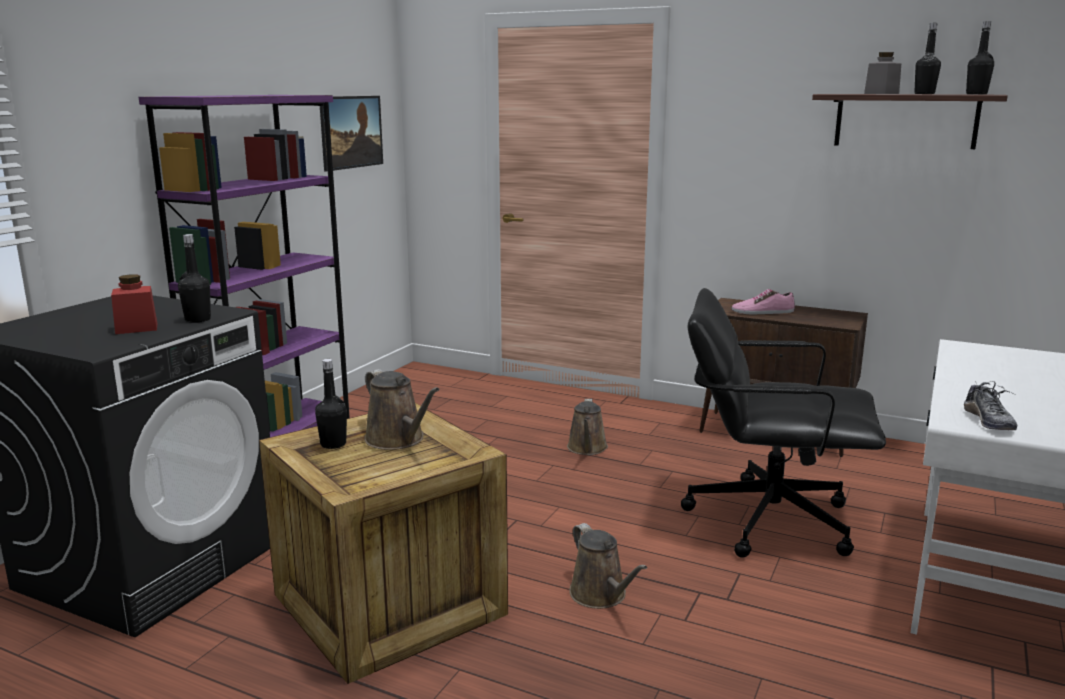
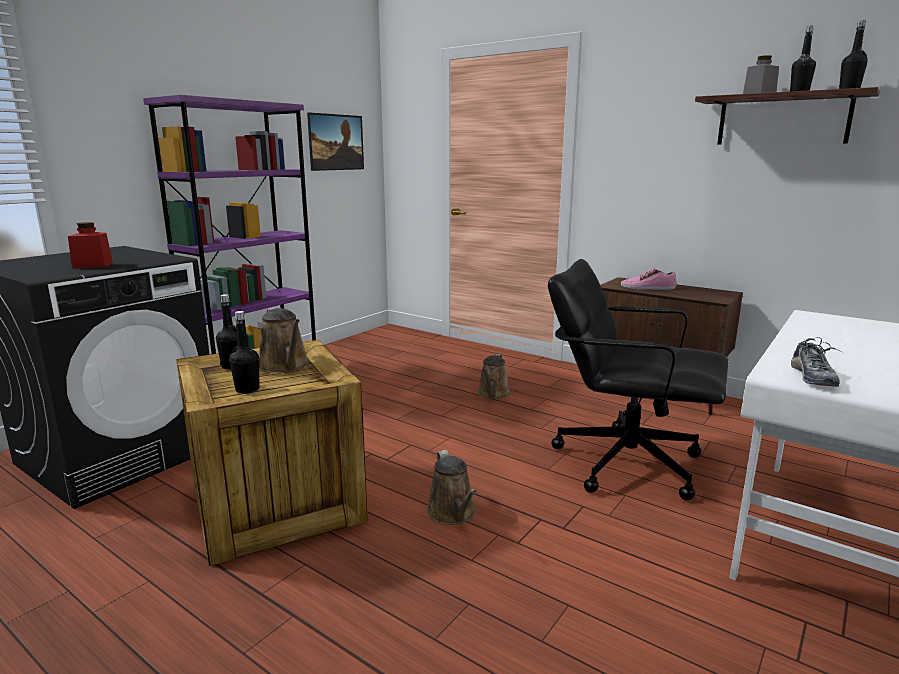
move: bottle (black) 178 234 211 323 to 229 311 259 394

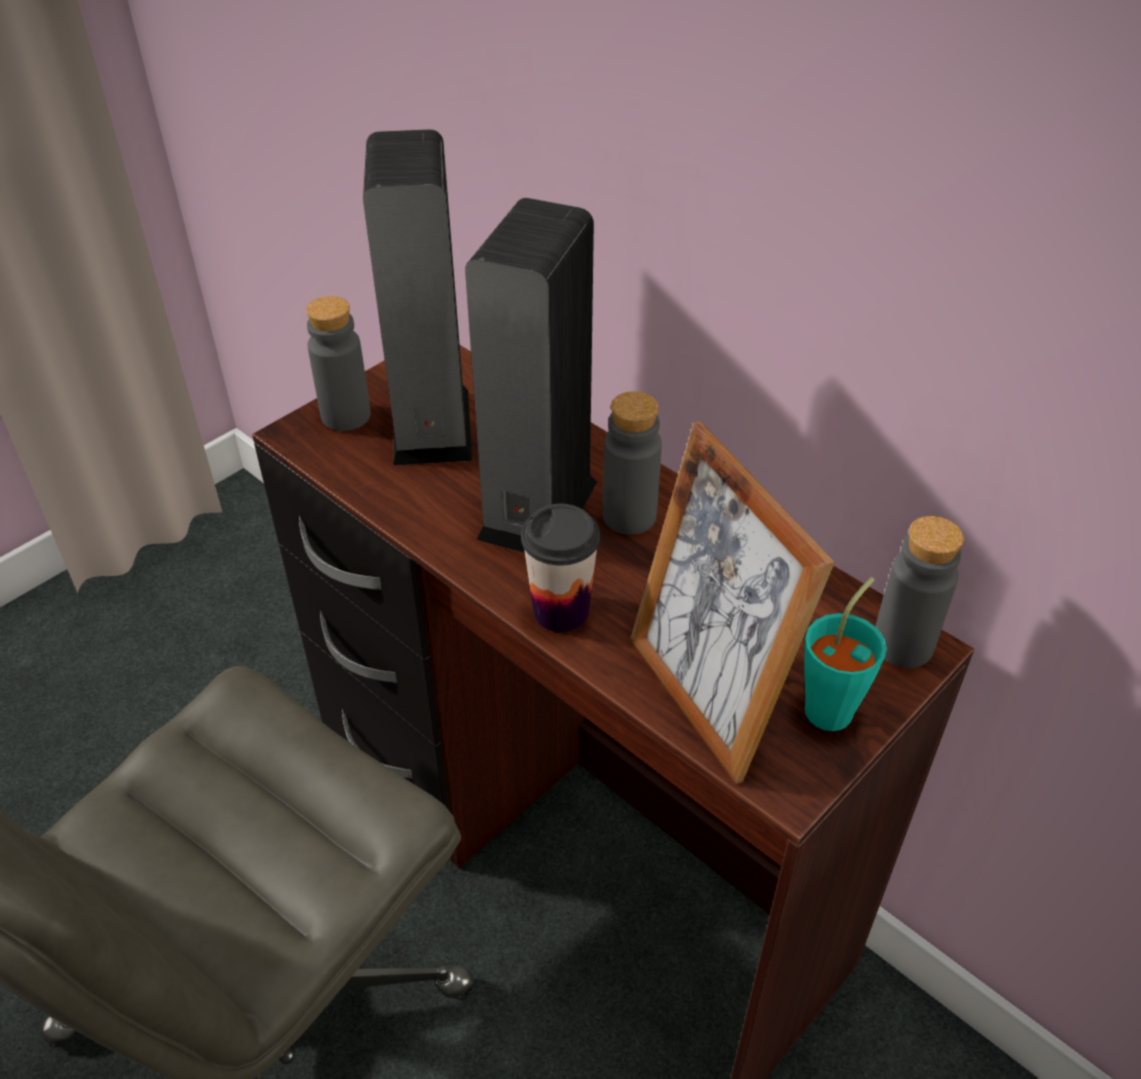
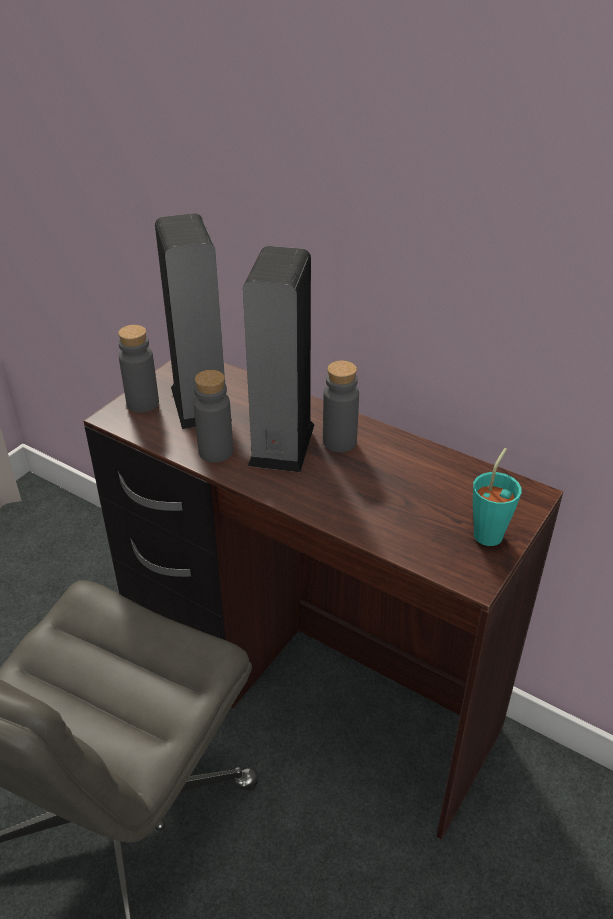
delete: cup 521 504 600 632; picture frame 630 421 835 784
move: bottle (grey) 875 516 964 668 to 194 370 233 463

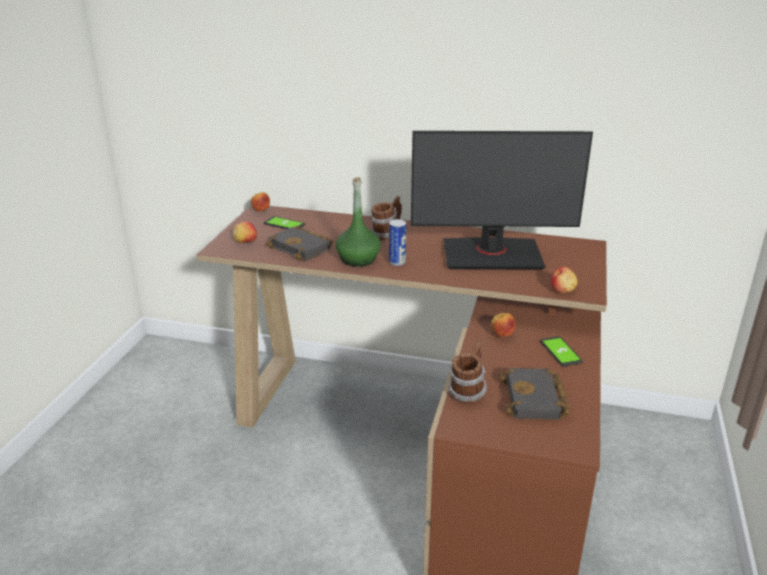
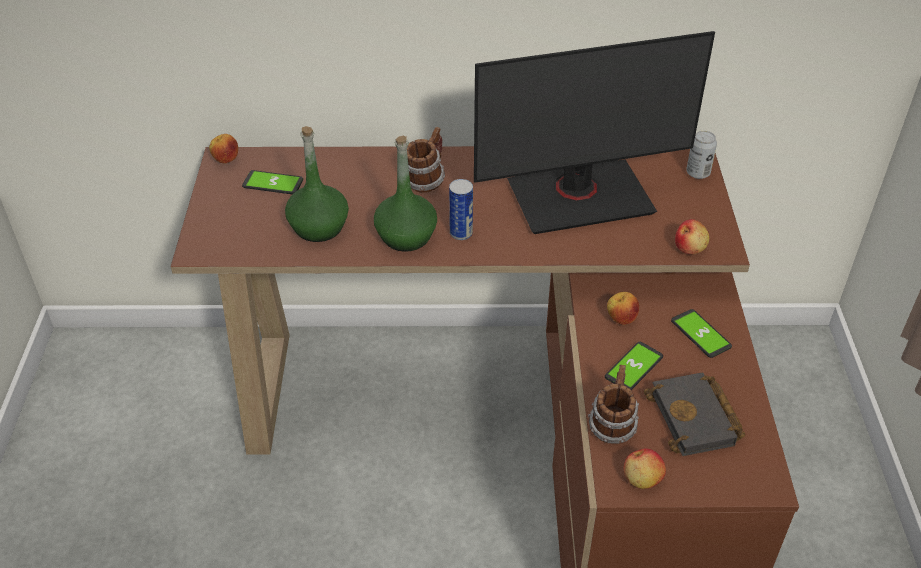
insert: phone 605 342 663 390; can 686 131 717 179
move: apple 233 221 257 243 to 623 448 666 489
replace: book (black) 266 225 333 261 to bottle (green) 285 126 349 242

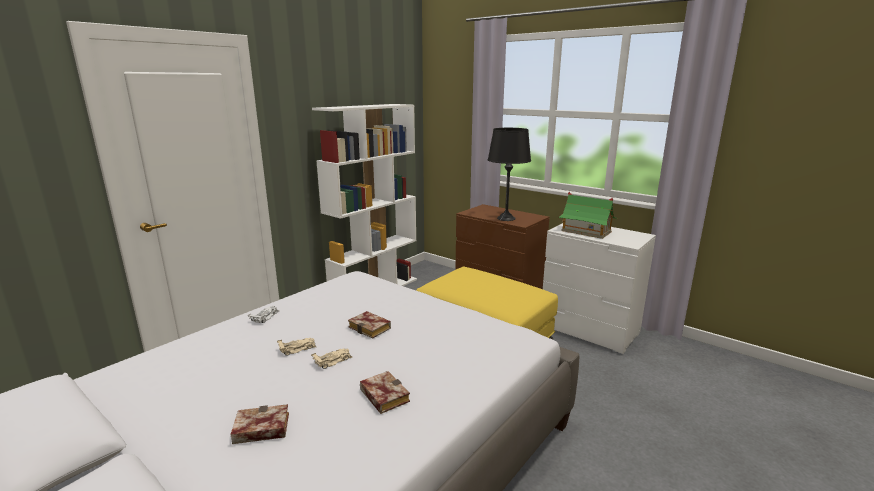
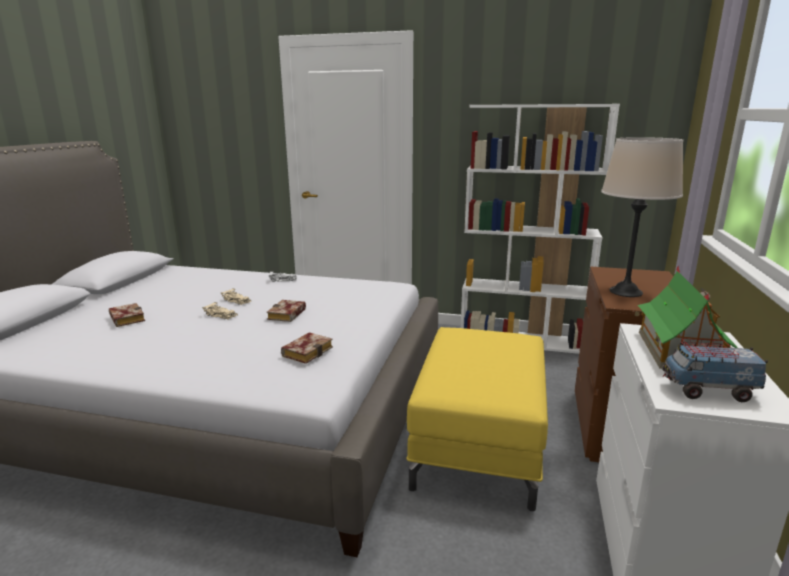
insert: toy truck 662 338 768 402
move: book 360 371 410 414 to 281 332 333 364
recolor: table lamp (black) 488 128 531 221 to table lamp (beige) 601 137 684 297

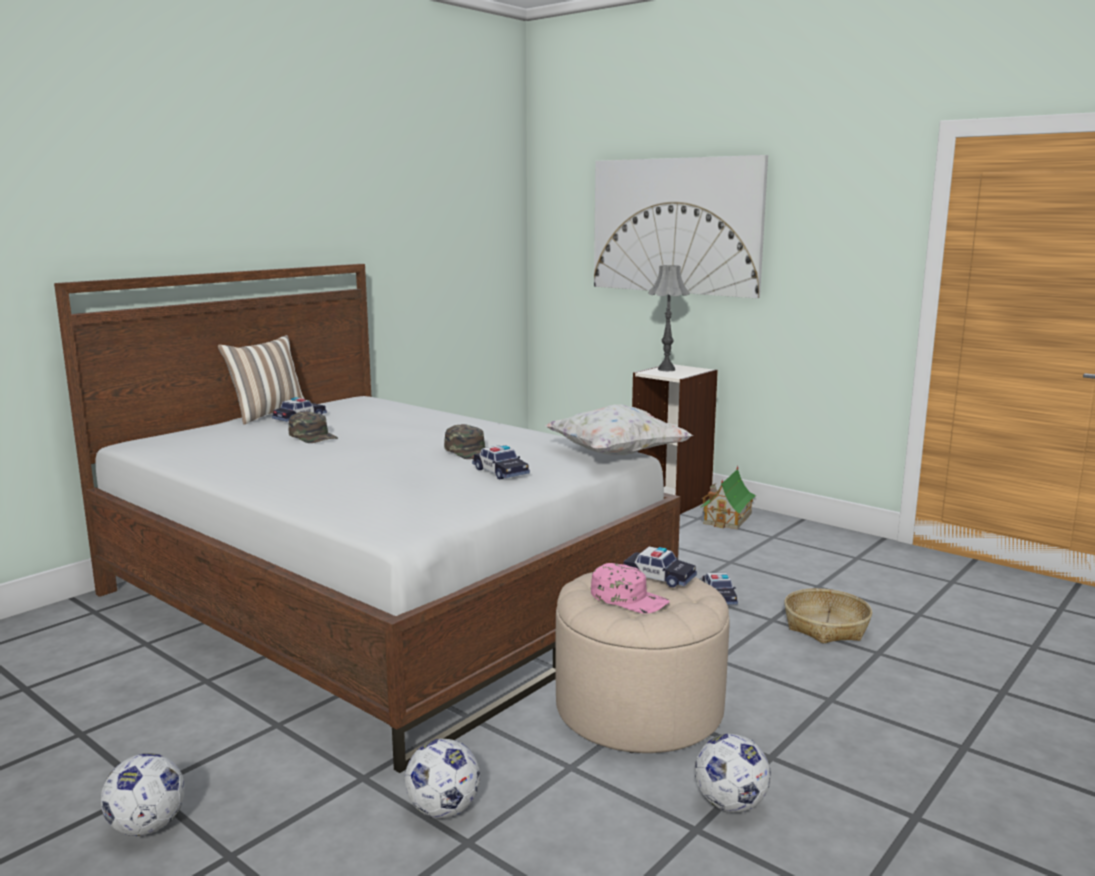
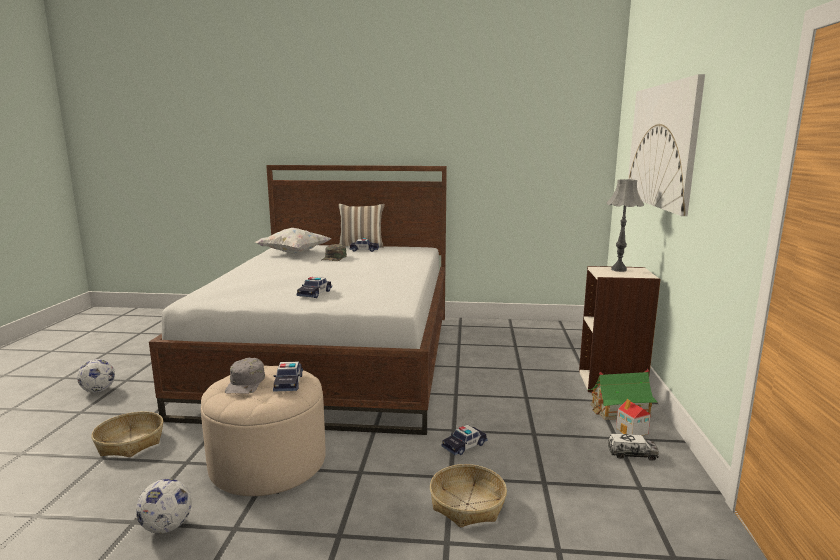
delete: cap (green) 444 424 485 459
insert: toy truck 608 434 659 461; toy house 616 399 651 436
move: pillow (white) 545 404 693 455 to 255 228 331 254
replace: football 405 739 480 818 to basket 91 412 163 457
recolor: cap (pink) 591 563 670 614 to cap (grey) 224 358 265 394

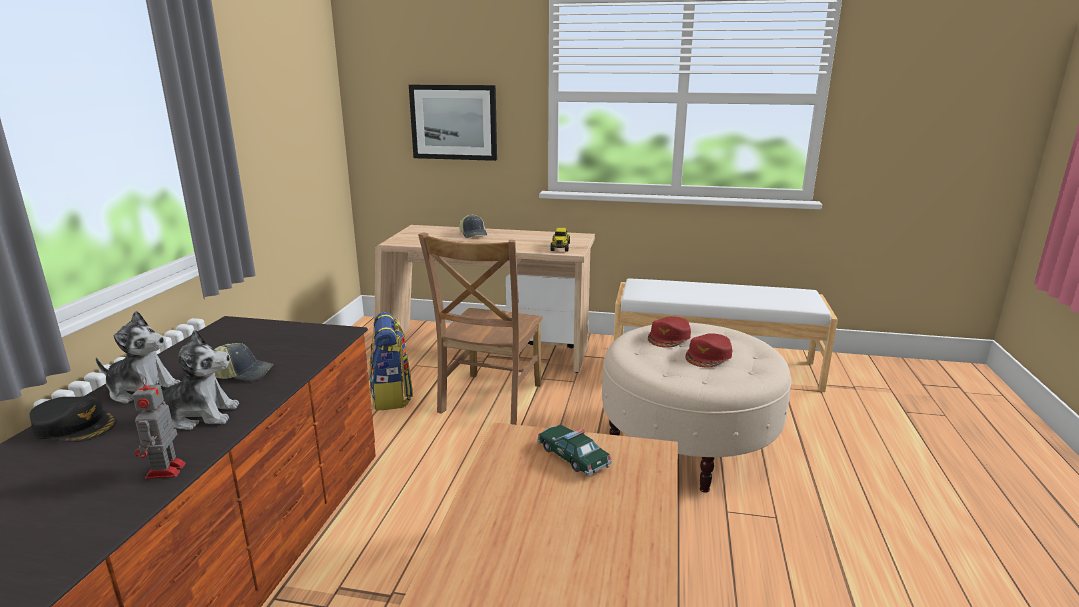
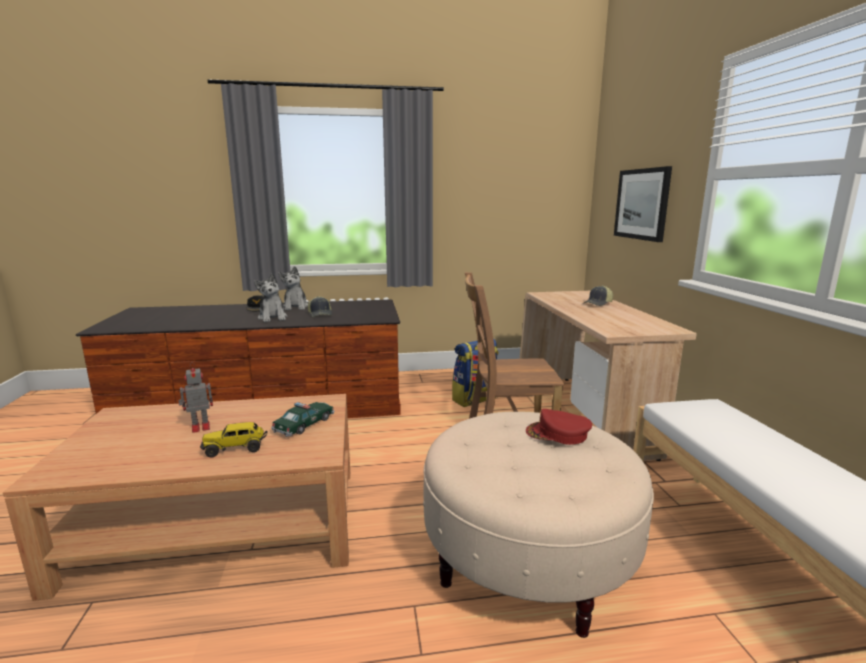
delete: cap (red) 685 333 732 368
move: toy robot 133 376 186 479 to 178 362 213 433; toy truck 551 228 570 251 to 200 422 267 457

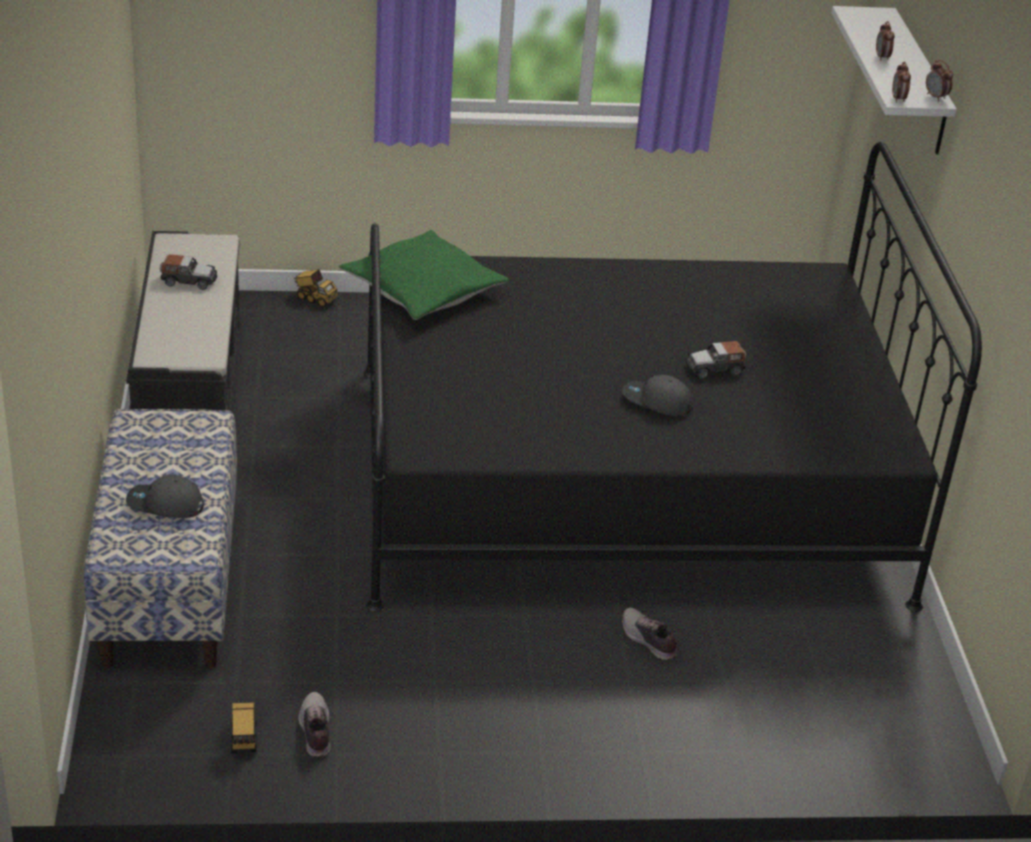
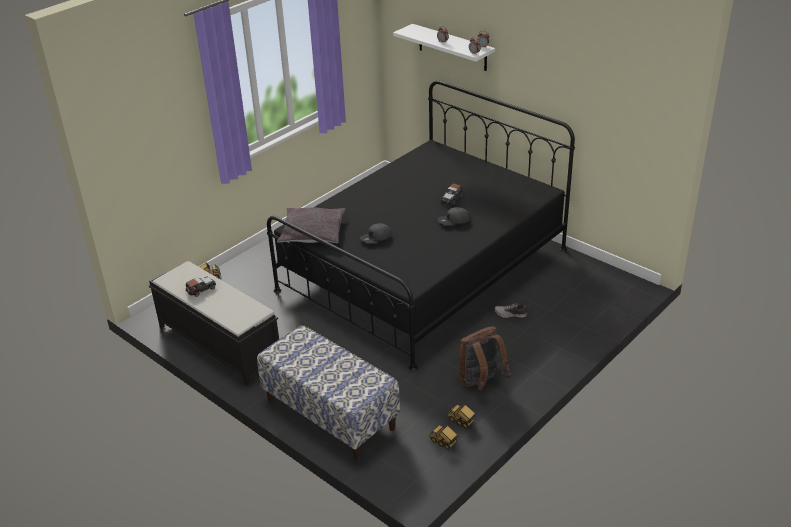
insert: backpack (brown) 459 326 511 391
move: cap (grey) 126 475 204 518 to 360 223 392 243
replace: shoe 298 692 330 757 to toy truck 448 404 476 429
recolor: pillow (green) 339 230 509 320 to pillow (grey) 277 208 345 243

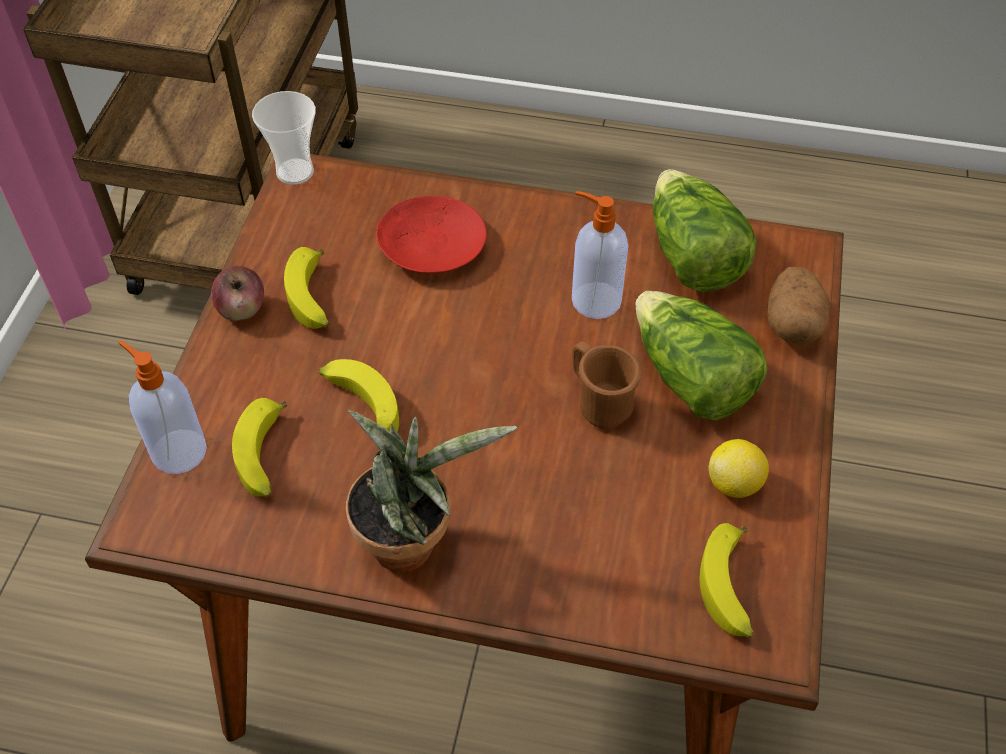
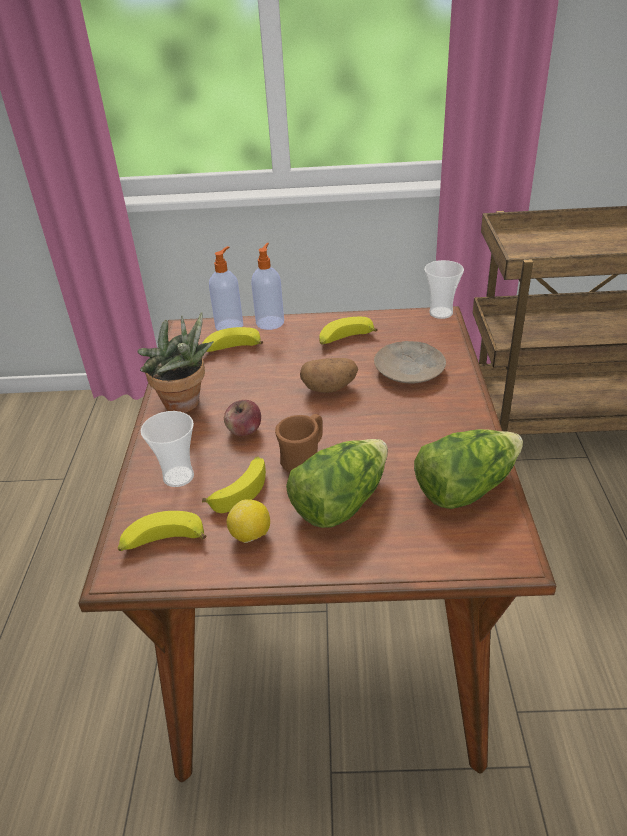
insert: cup 141 411 194 487
move: banana 318 359 399 431 to 202 456 266 513; apple 211 266 264 321 to 224 400 261 436; soap dispenser 572 191 628 319 to 251 243 284 330; potato 767 267 830 344 to 300 358 358 393
recolor: plate (red) 376 196 487 273 to plate (beige) 374 341 446 384

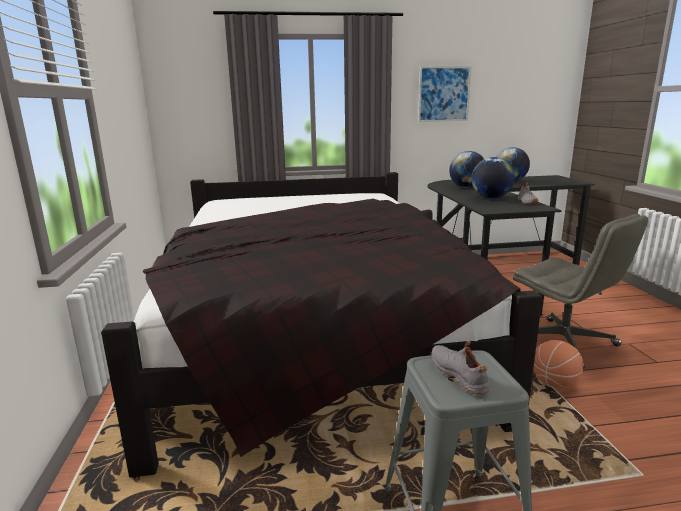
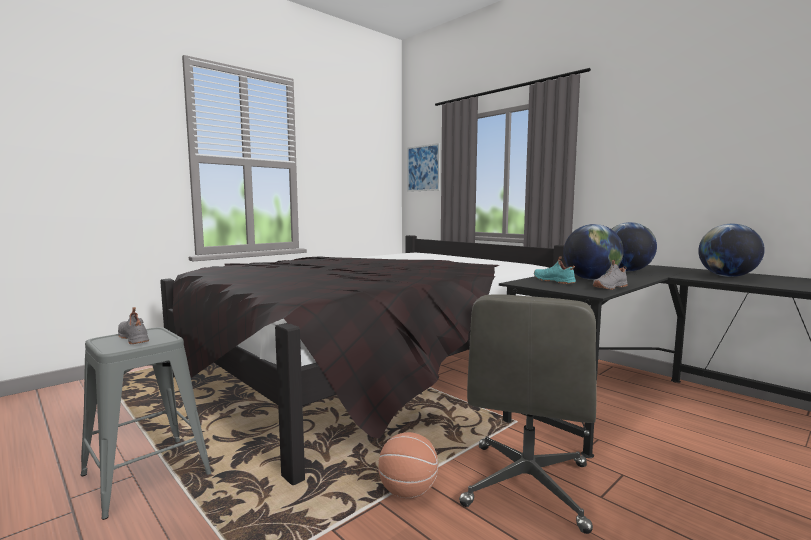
insert: shoe (turquoise) 534 256 576 284
move: picture 418 66 471 122 to 407 143 440 192
rotate: shoe (grey) 432 341 490 395 = 118 307 149 344 75 degrees counterclockwise

